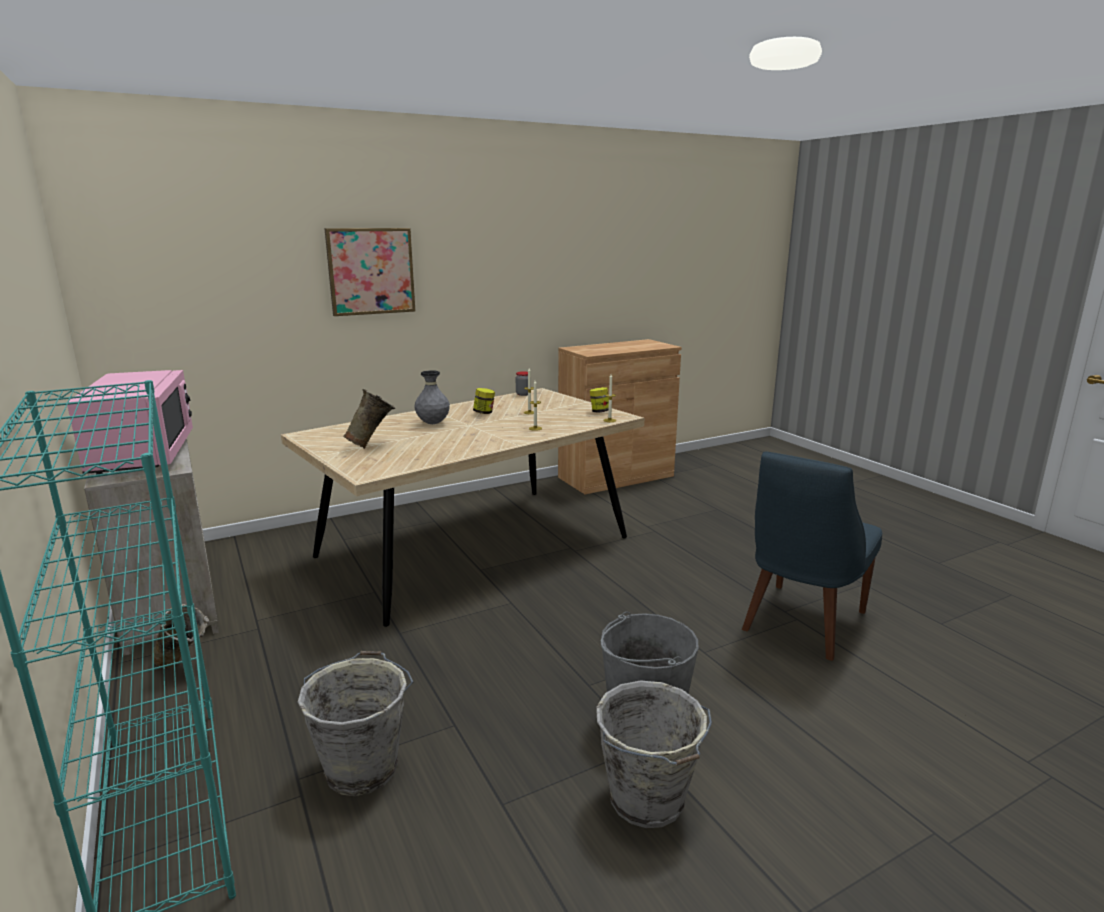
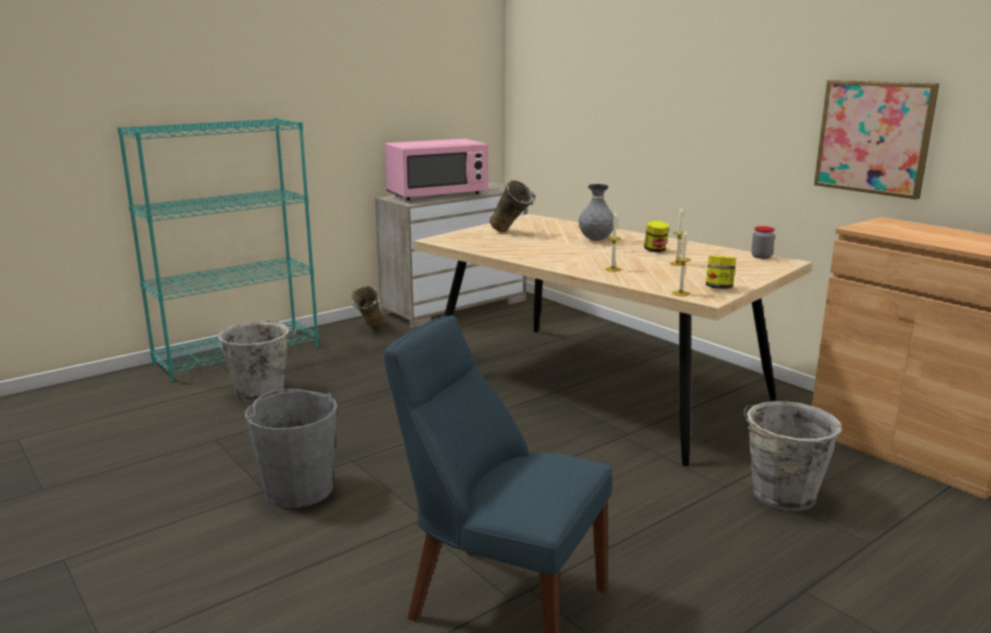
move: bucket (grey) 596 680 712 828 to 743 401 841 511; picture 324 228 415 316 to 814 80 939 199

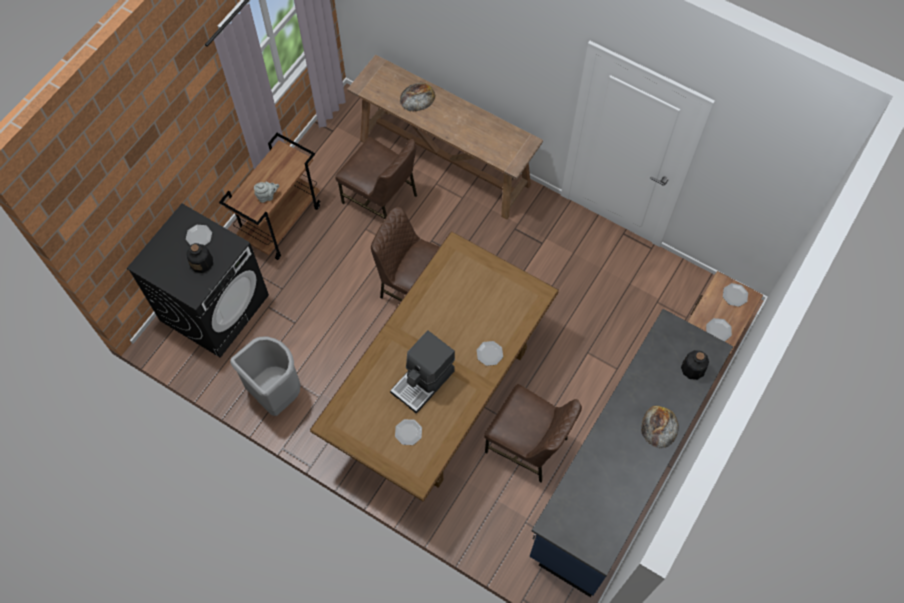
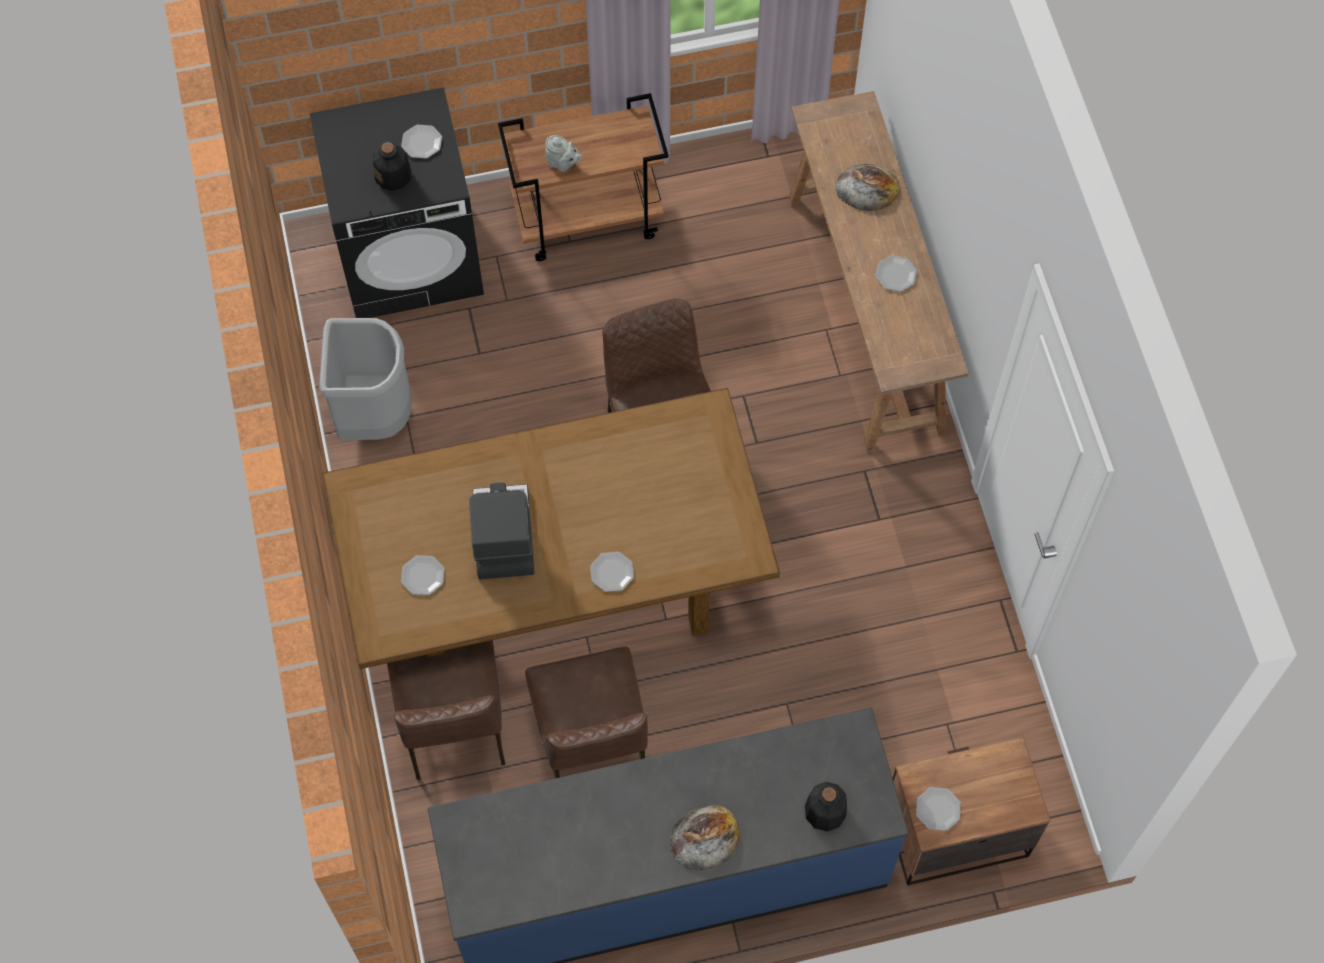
move: chair (brown) 335 137 417 219 to 387 640 505 780; plate 723 283 748 307 to 875 255 917 292
rotate: coffee machine 390 330 455 414 = 469 482 534 579 90 degrees clockwise

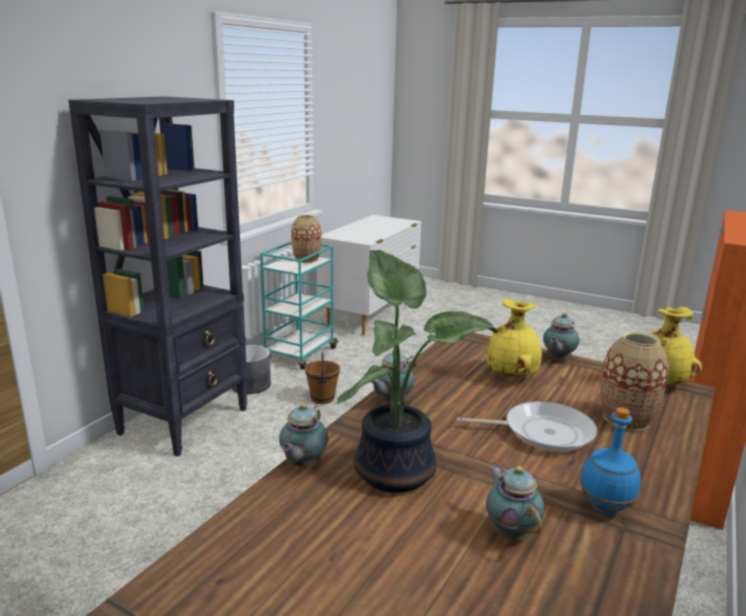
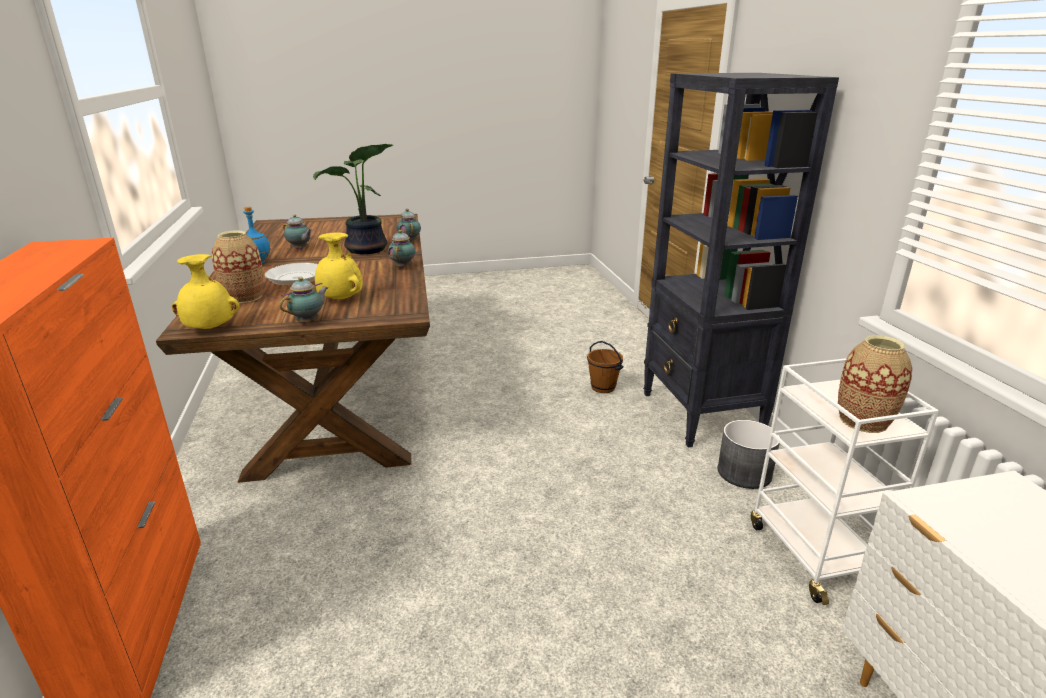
move: bucket (brown) 305 352 340 404 to 587 341 623 393
recolor: cart (turquoise) 260 242 338 370 to cart (white) 751 358 939 605
rotate: teapot 543 313 579 360 = 279 277 328 324 45 degrees clockwise

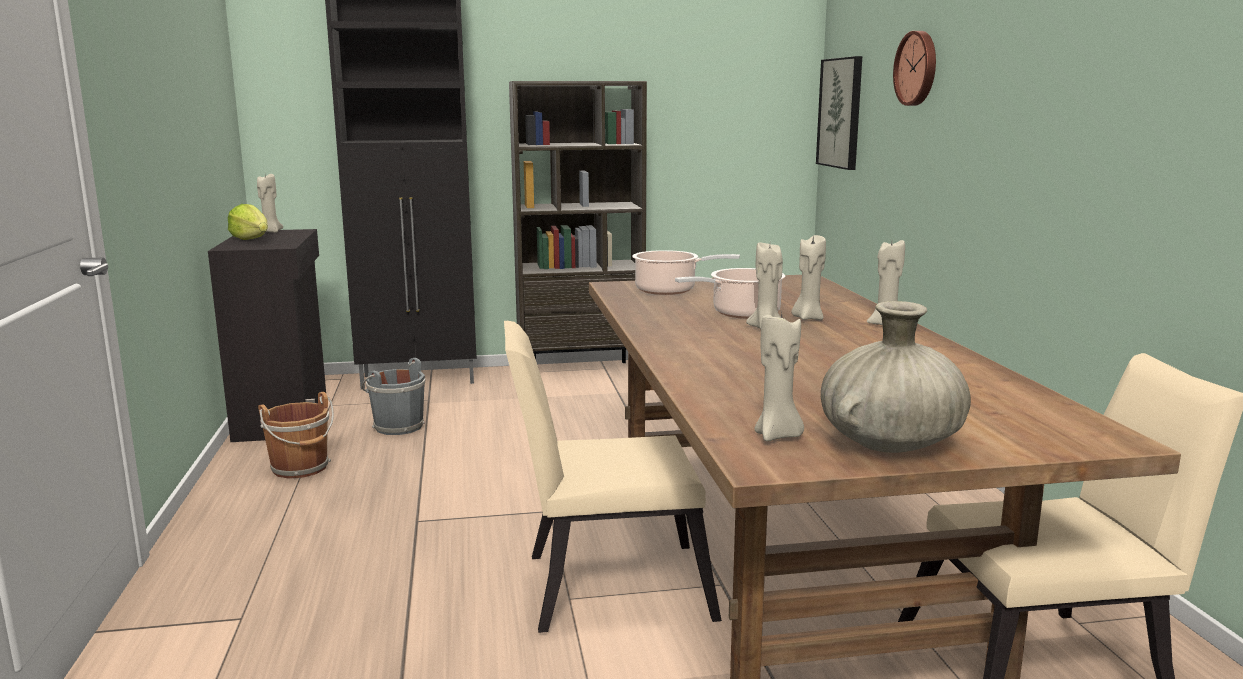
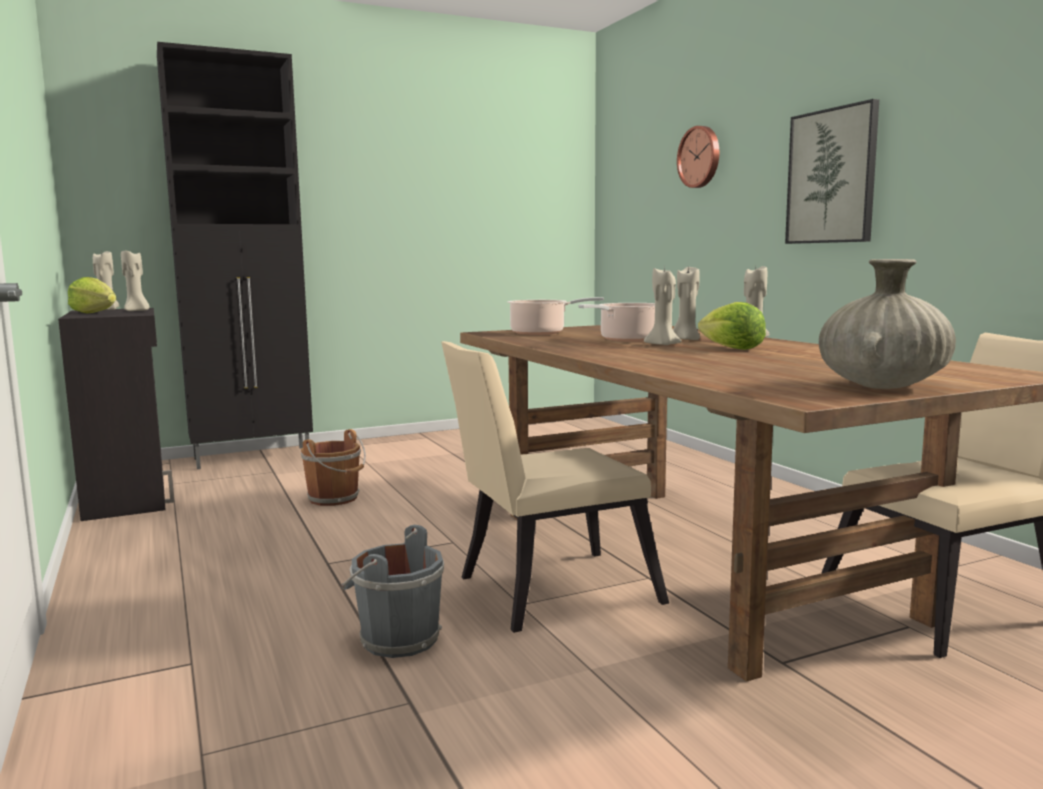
delete: bookcase (brown) 509 81 647 363
insert: lettuce 698 302 766 350
move: candle (beige) 755 313 804 441 to 121 249 149 311; bucket (brown) 258 392 334 479 to 301 429 366 506; bucket (grey) 361 358 425 435 to 341 525 444 658; picture 816 56 862 170 to 785 99 879 244

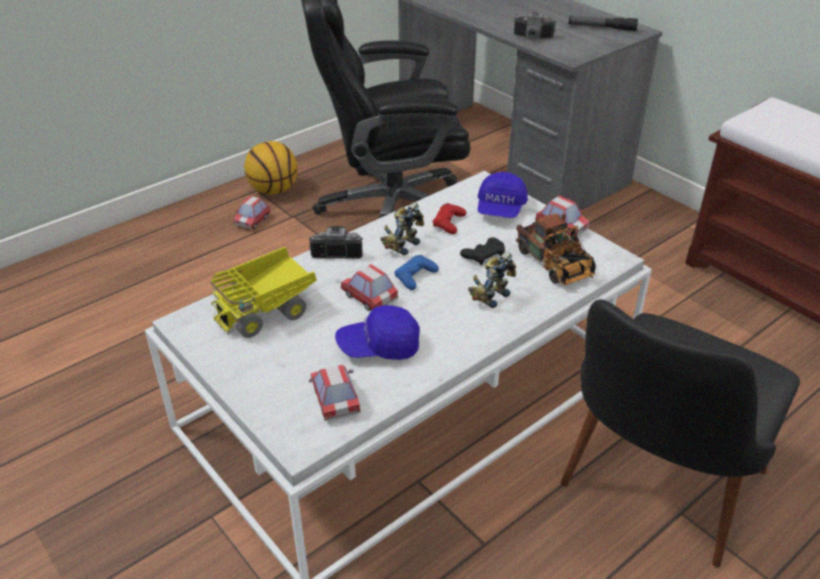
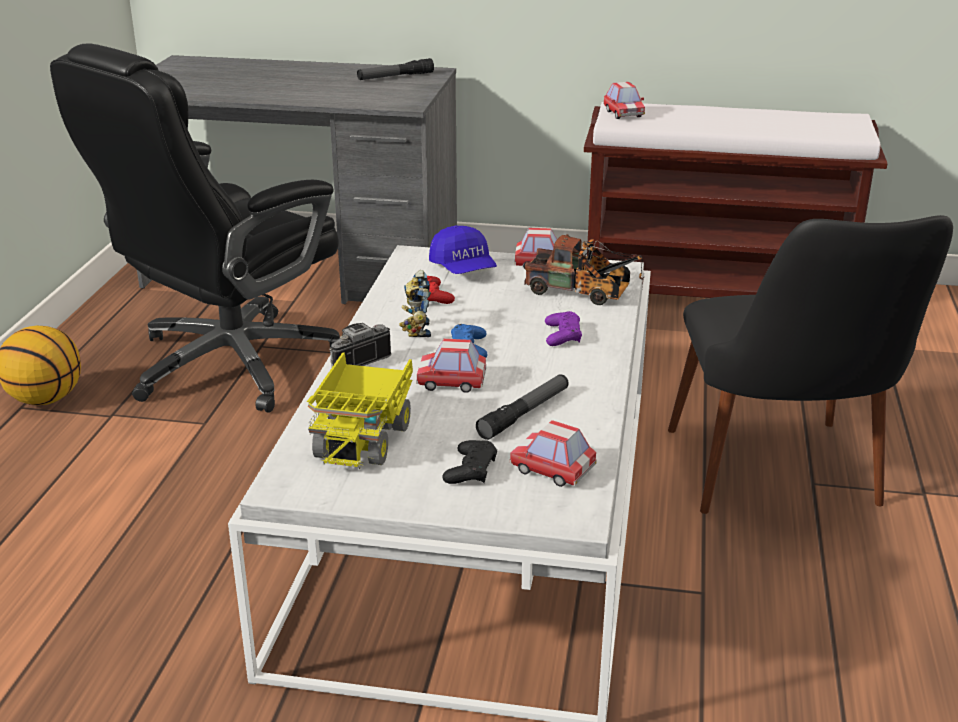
delete: photo camera 514 13 556 39
move: game controller (black) 460 237 505 265 to 442 440 497 484; toy car 233 196 271 229 to 603 82 645 119
replace: cap (blue) 335 305 420 360 to flashlight 476 374 569 440; toy robot 468 252 516 308 to game controller (purple) 545 311 582 346

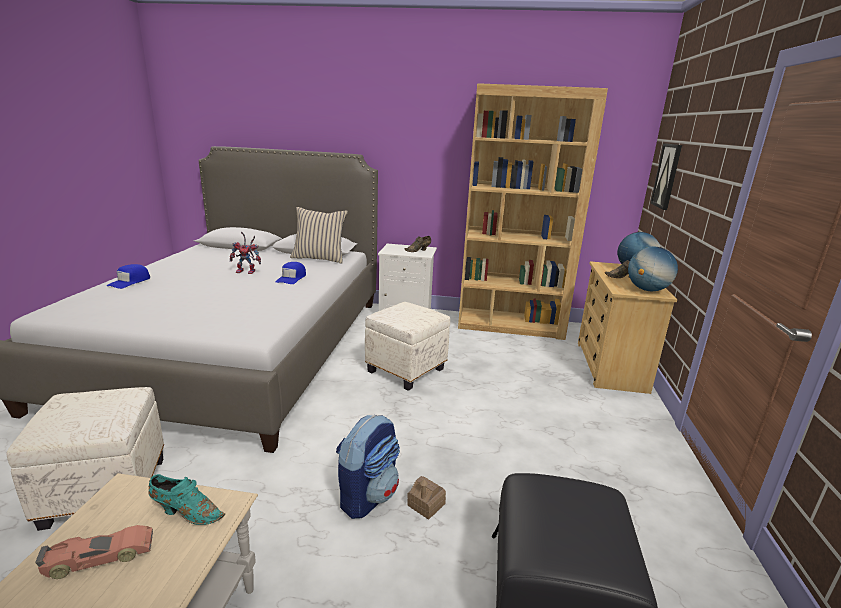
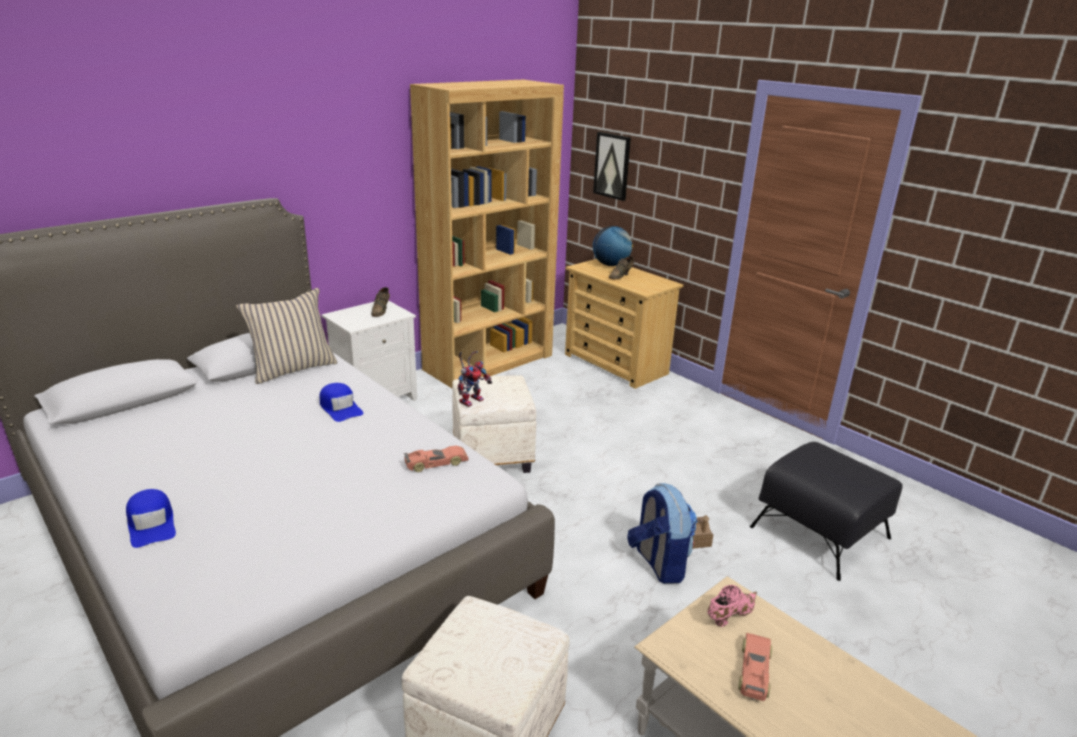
delete: globe 628 247 678 291
insert: toy car 404 445 469 472
move: toy robot 230 232 261 274 to 458 351 492 407
recolor: shoe (turquoise) 148 474 225 525 to shoe (pink) 708 585 757 627

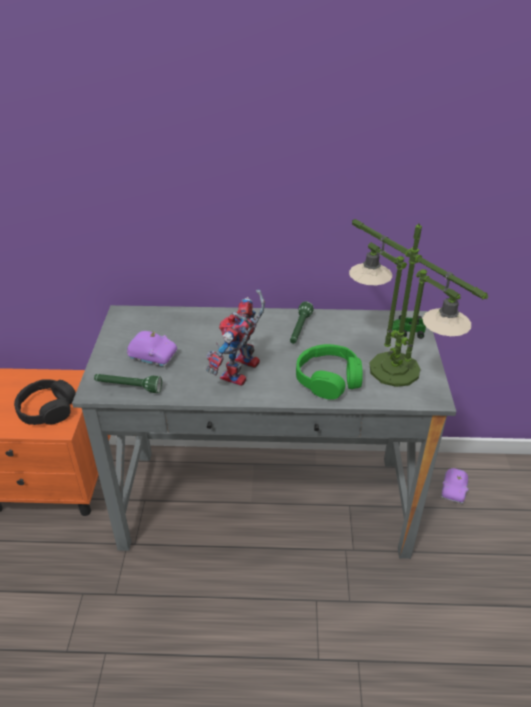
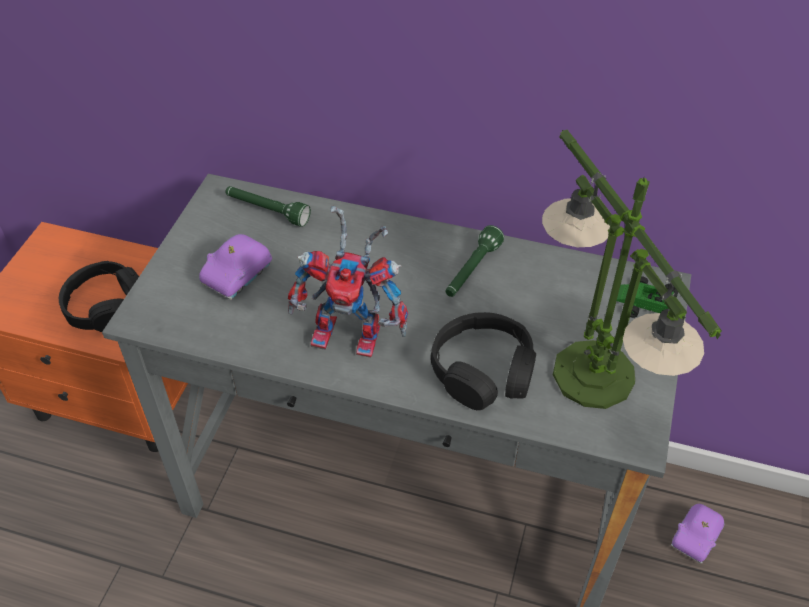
move: flashlight (green) 94 374 162 393 to 225 186 311 227
recolor: headphones (green) 296 344 363 400 to headphones (black) 431 312 536 410
rotate: toy car (purple) 127 331 177 367 = 199 234 272 300 90 degrees clockwise; toy robot 206 290 265 386 = 288 206 408 358 120 degrees counterclockwise

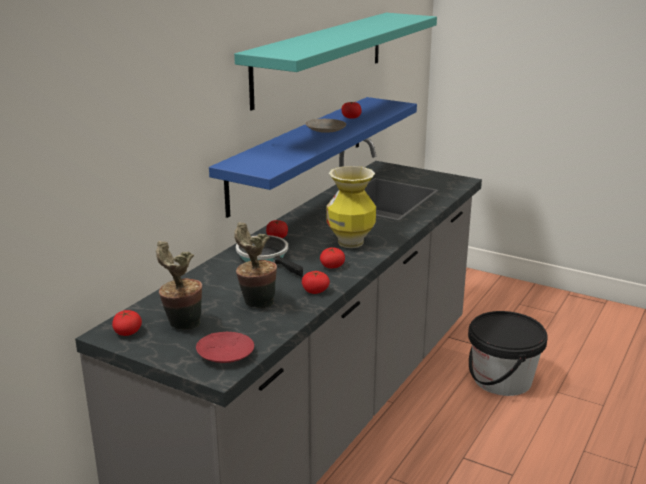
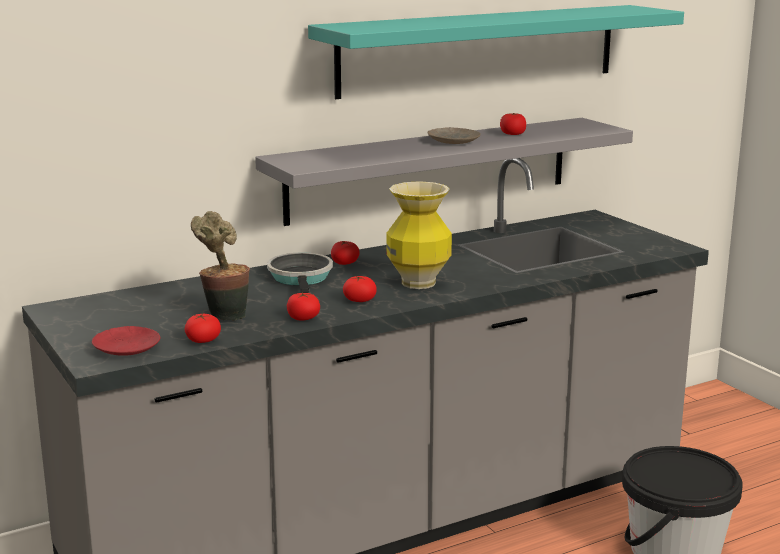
delete: potted plant 156 241 202 330
move: tomato 112 310 142 336 to 185 314 221 343
recolor: shelf (blue) 209 97 417 218 to shelf (grey) 255 118 633 226

